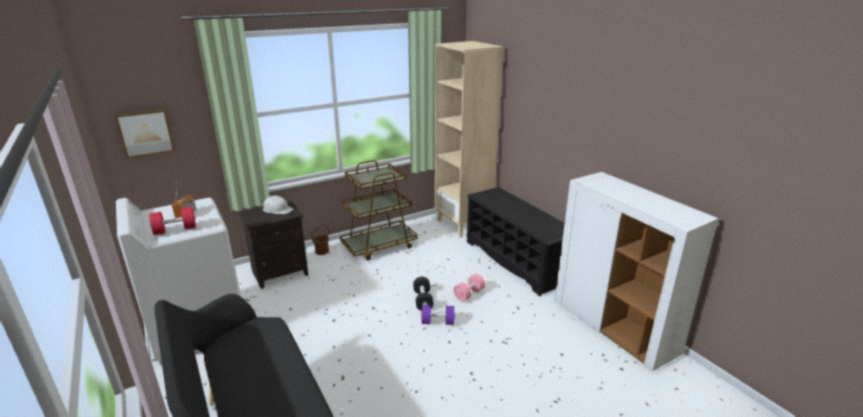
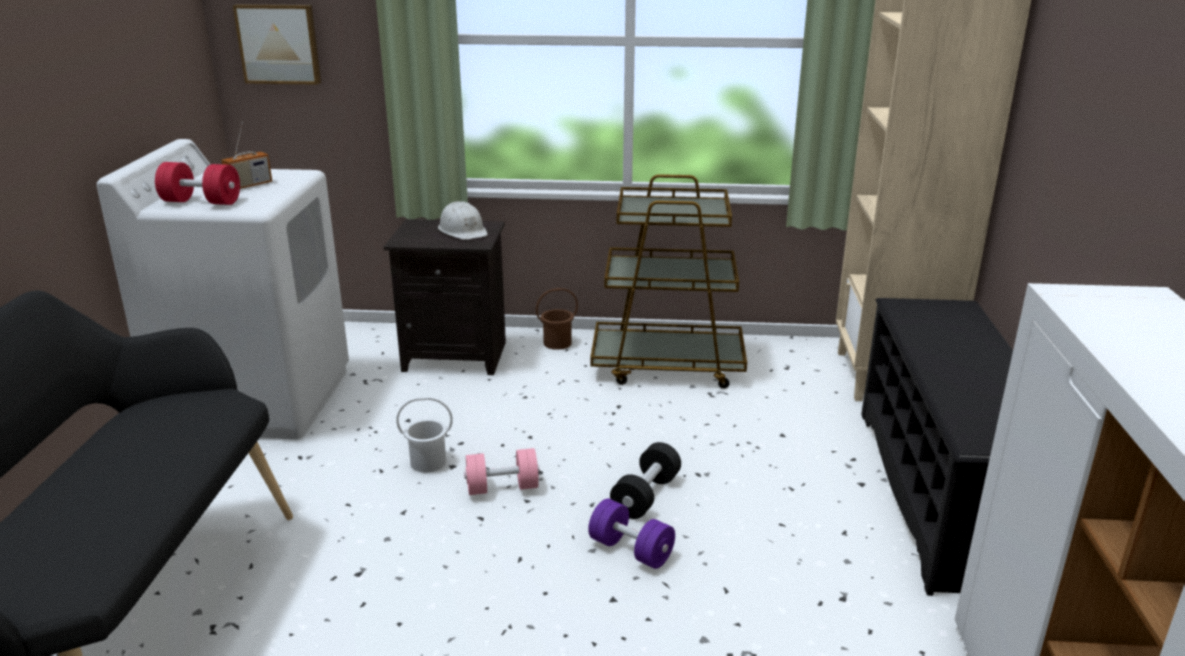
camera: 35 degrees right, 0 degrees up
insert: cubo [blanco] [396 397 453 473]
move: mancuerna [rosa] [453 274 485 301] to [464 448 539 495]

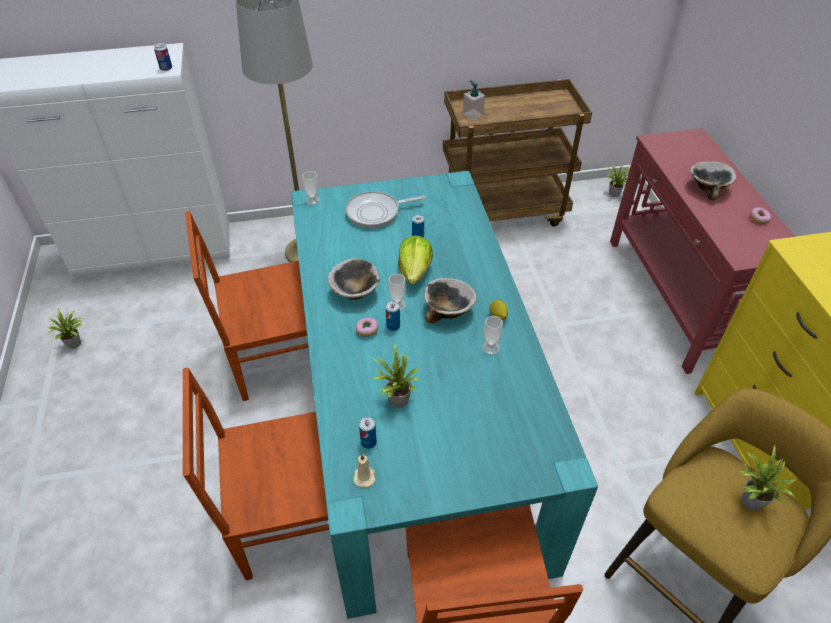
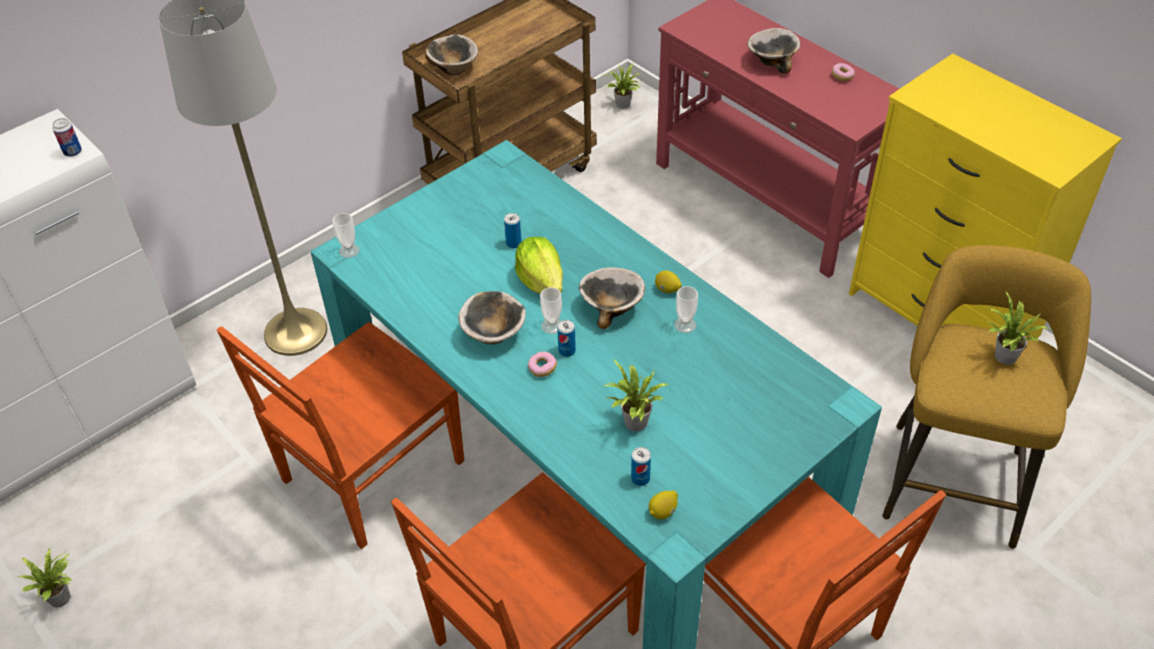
camera: 30 degrees left, 0 degrees up
delete: sartén [345 191 426 228]
replace: vela [beis] [353 454 375 487] to limón [649 491 678 520]; dispensador de jabón [463 80 485 120] to cuenco [425 34 478 75]

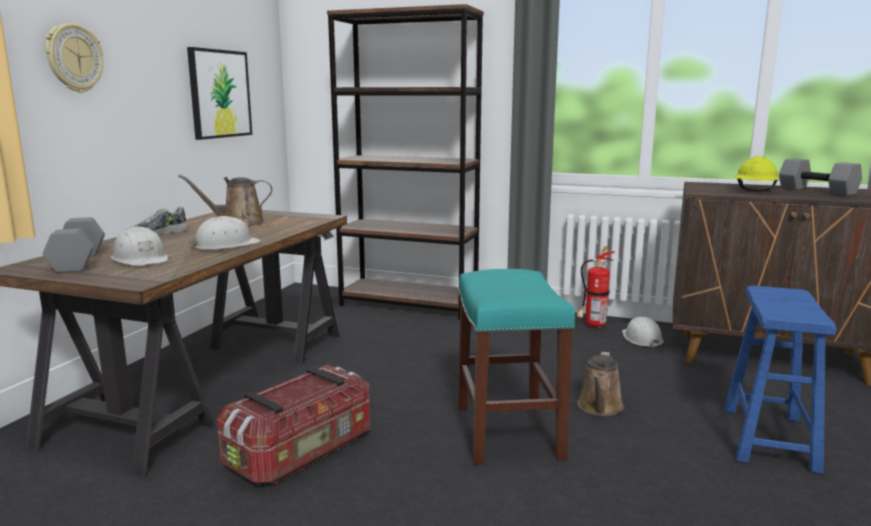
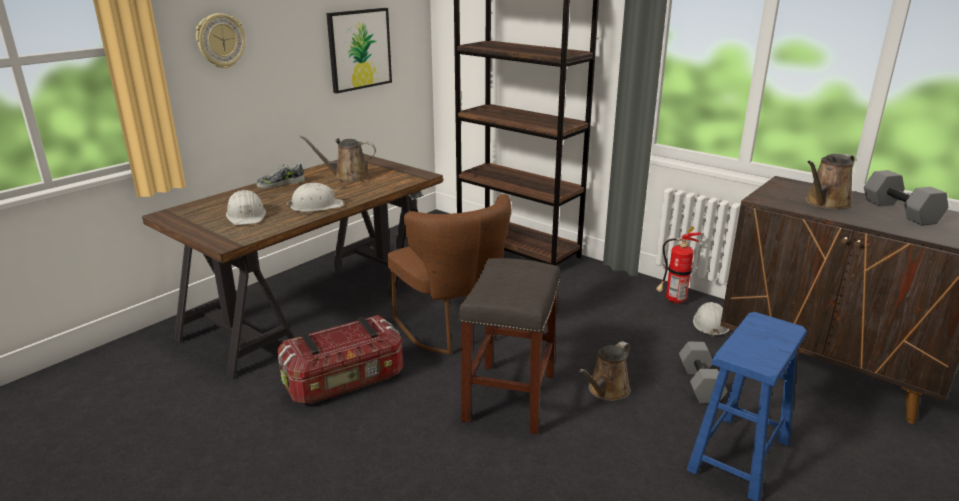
camera: 20 degrees right, 10 degrees up
insert: silla [marrón] [387 194 511 354]
move: mancuerna [gris] [43 217 105 273] to [679 342 728 404]
replace: casco [amarillo] [734 156 780 191] to regadera [marrón] [805 154 854 210]
recolor: taburete [turquesa] [458 269 575 465] to taburete [gris] [459 258 560 434]

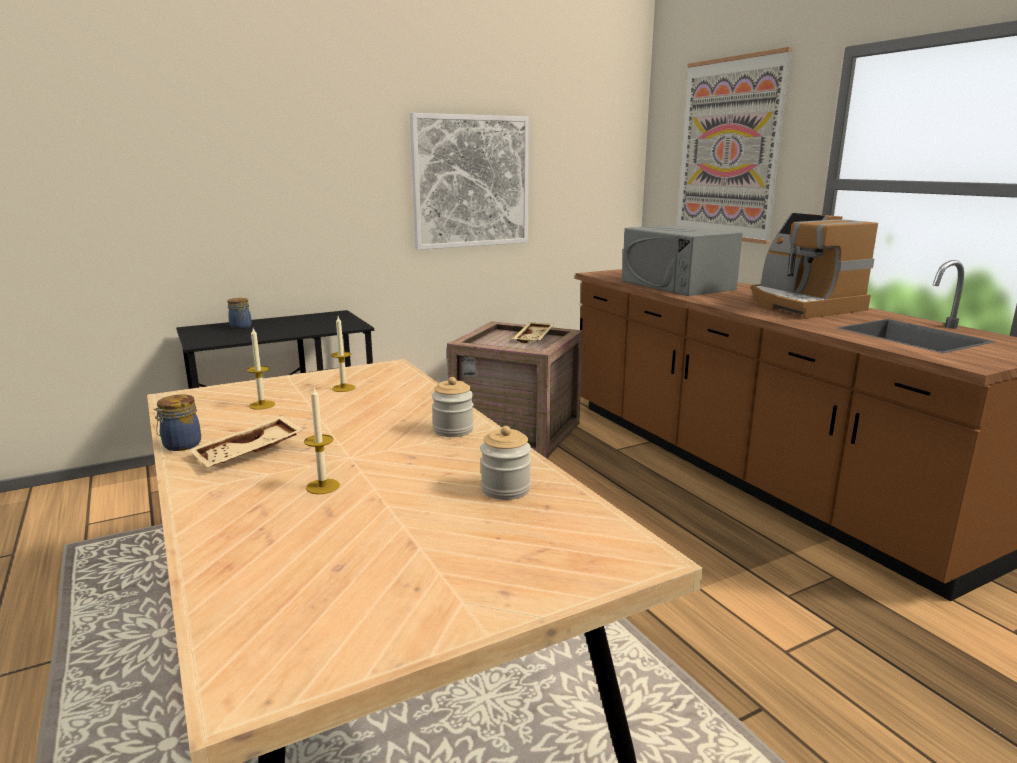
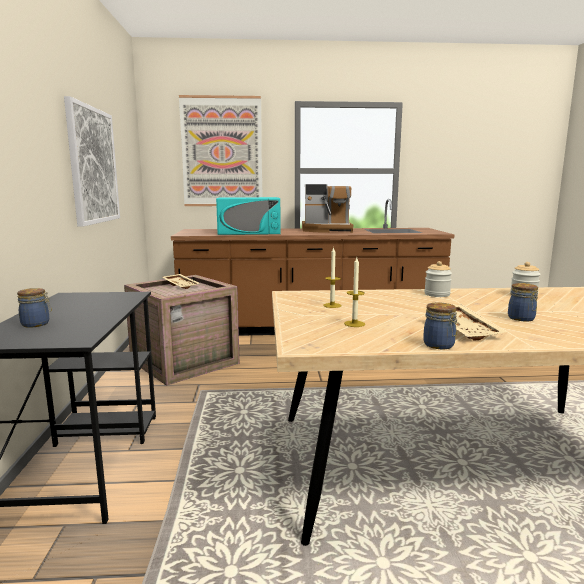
camera: 65 degrees left, 5 degrees down
replace: vela [304 385 340 494] to tarro [508 283 538 321]
recolor: microondas [gris] [622 225 743 296] to microondas [turquesa] [216 197 281 235]

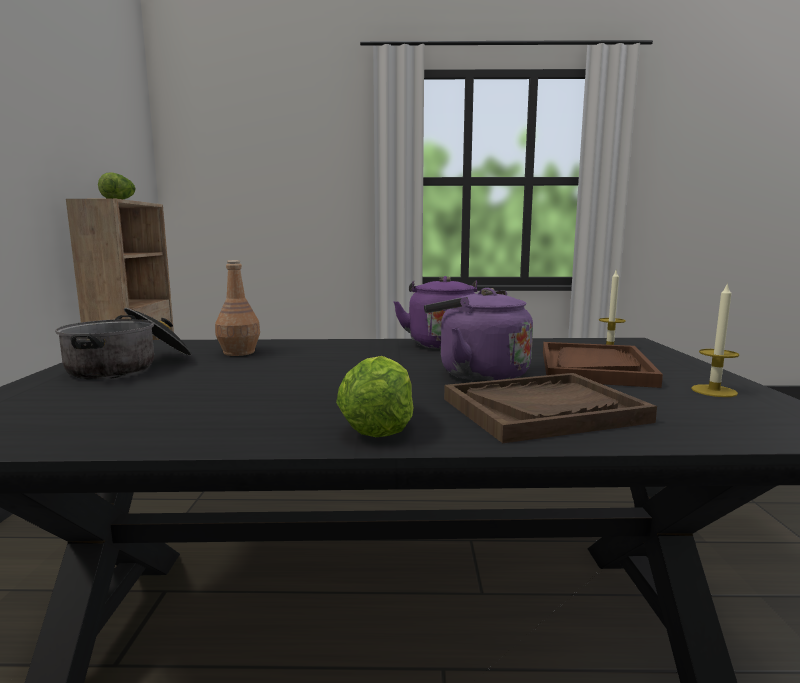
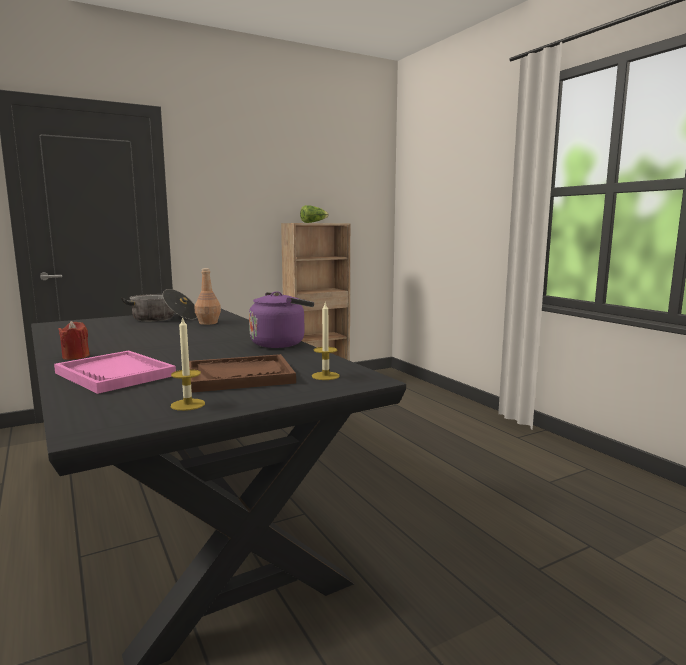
camera: 60 degrees right, 0 degrees up
delete: hervidor [morado] [424 288 533 382]
replace: lechuga [336 356 414 437] to vela [rojo] [58 321 90 360]
recolor: bandeja [marrón] [444 373 657 443] to bandeja [rosa] [54 350 176 394]

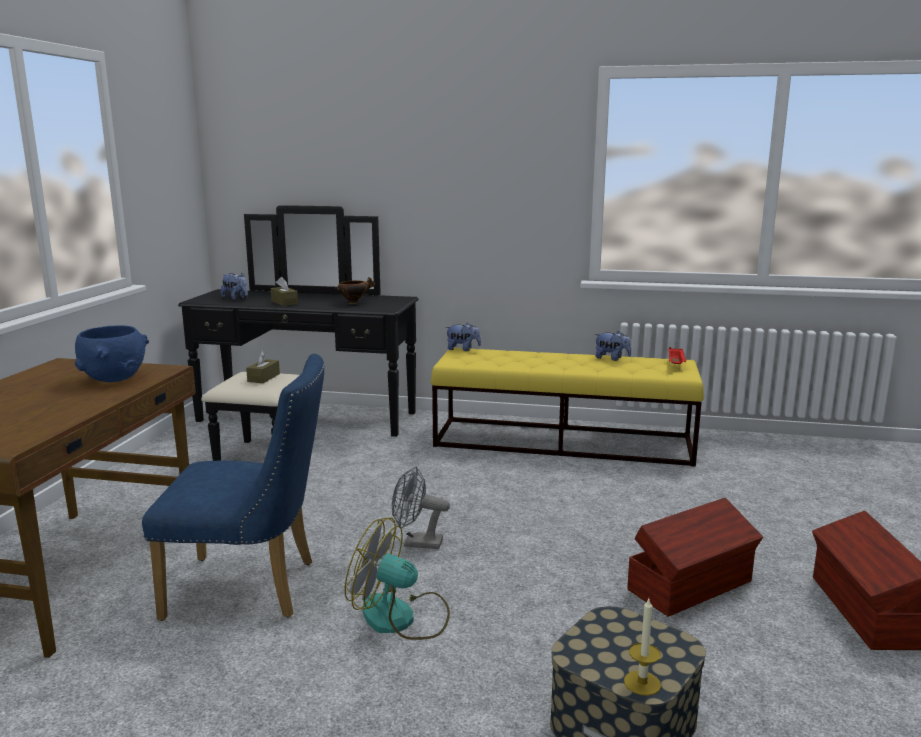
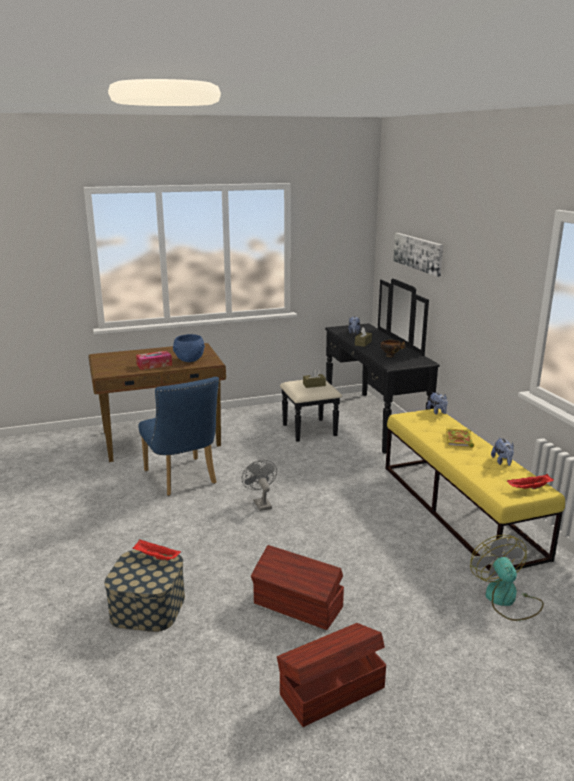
camera: 60 degrees right, 5 degrees up
delete: vela [624 599 661 696]
insert: bandeja [rojo] [132 540 181 561]; caja de pañuelos [136 351 172 370]; cuadro [393 233 443 277]; libro [446 428 474 448]
move: ventilador [345 517 450 640] to [470 535 544 621]

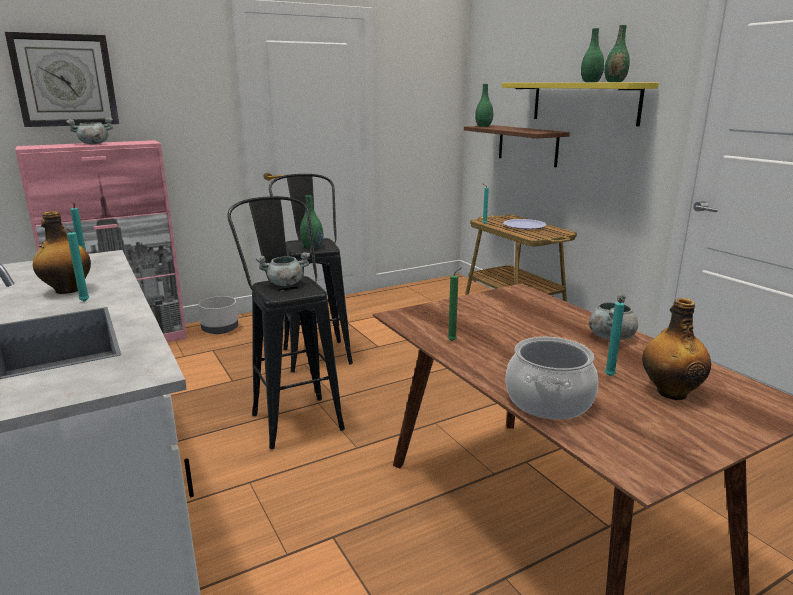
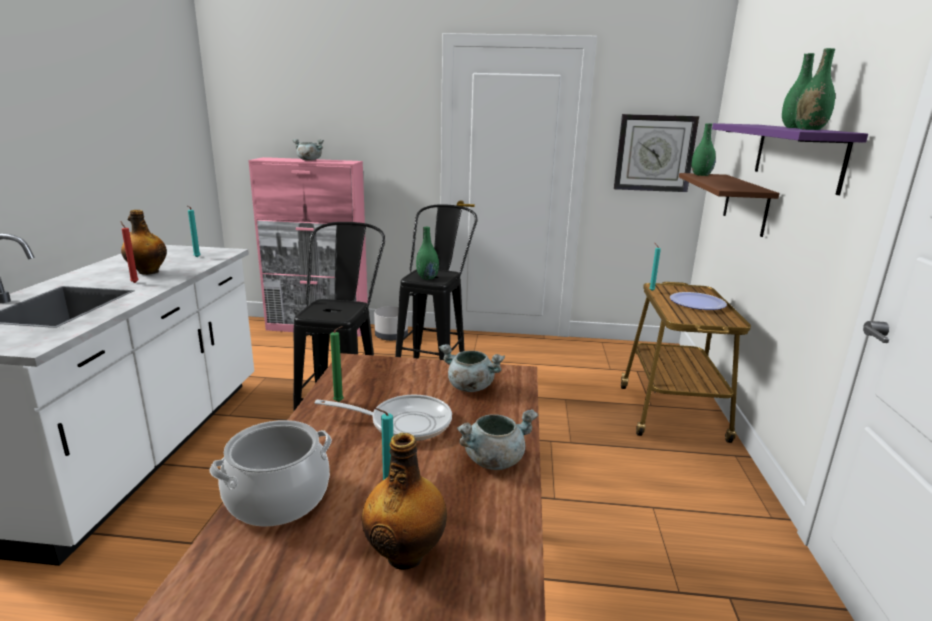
camera: 35 degrees right, 0 degrees up
insert: sartén [315 395 452 441]
move: reloj de pared [5 32 119 127] to [614 114 699 192]; olla [gris] [256 252 310 286] to [439 344 505 392]
recolor: vela [turquesa] [61 225 89 302] to vela [rojo] [120 221 139 283]; estante [amarillo] [502 83 659 126] to estante [morado] [712 123 868 195]

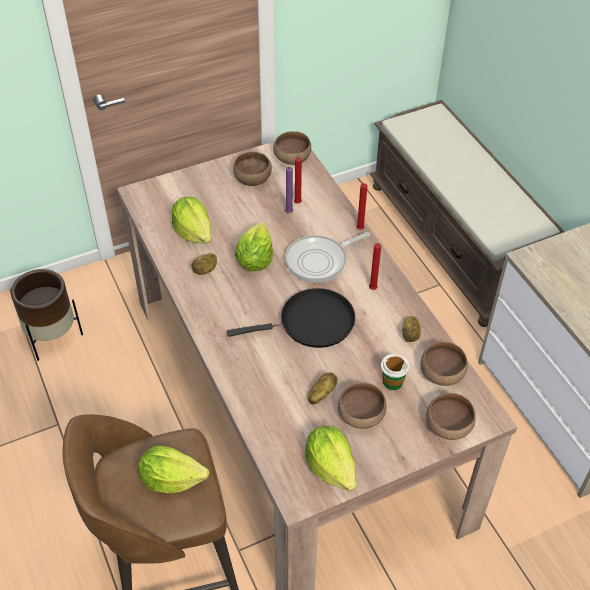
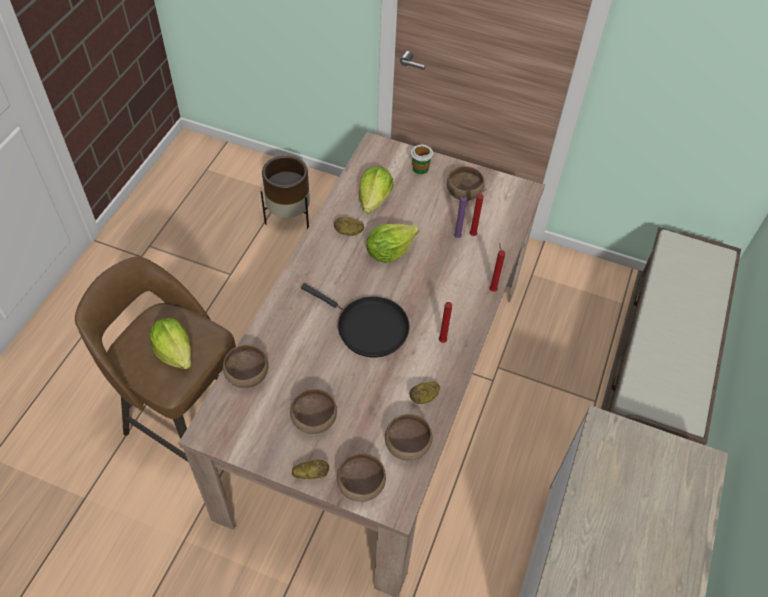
camera: 45 degrees right, 5 degrees up
delete: sartén [285 232 370 283]; lechuga [305 426 356 491]
move: cuenco [marrón] [273 131 311 165] to [223 345 269 388]; patata [308 372 338 404] to [292 460 329 479]; taza [381 354 410 390] to [411 145 433 174]

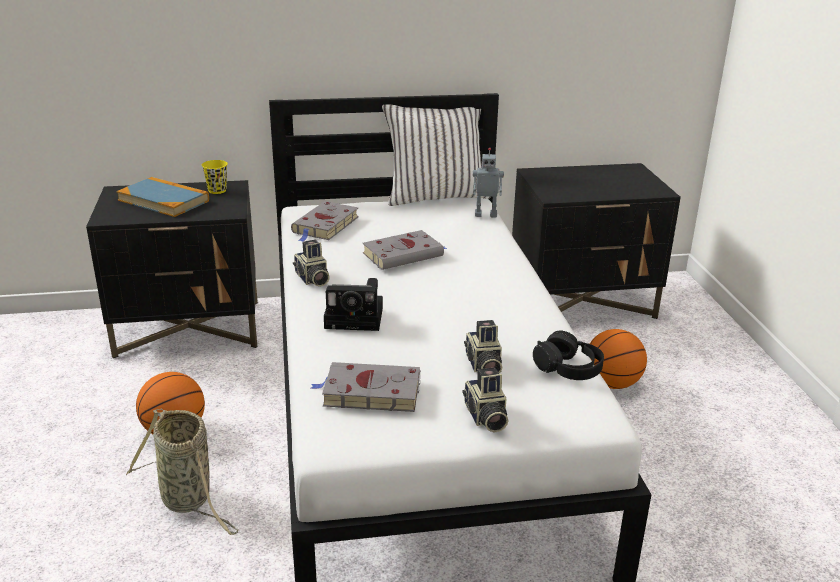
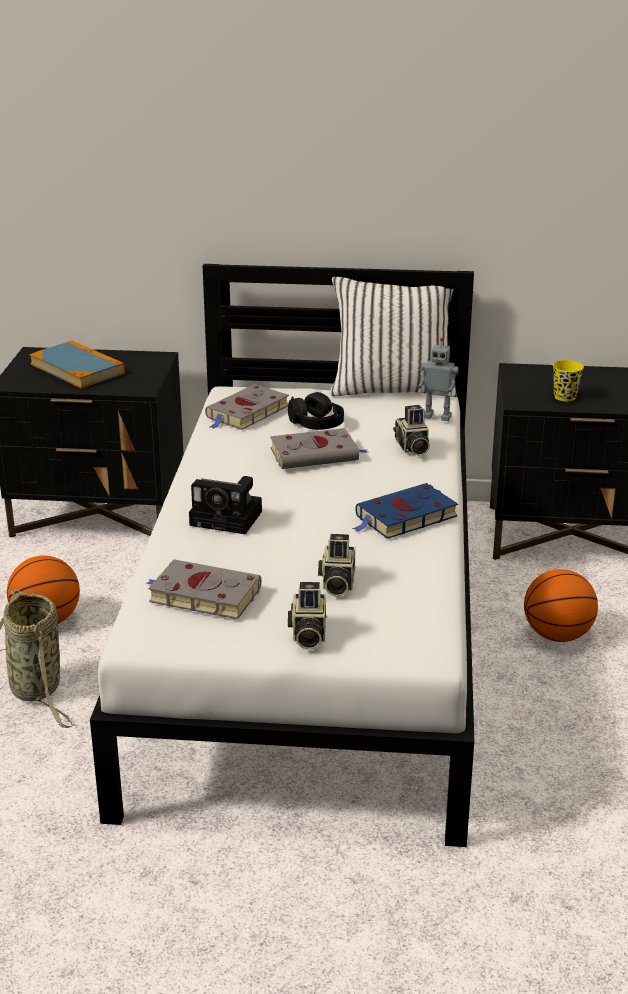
camera: 15 degrees right, 0 degrees up
insert: libro [azul] [352 483 458 539]
move: taza [amarillo] [202 160 228 194] to [553 360 584 402]; cámara [293 240 330 287] to [393 405 430 456]; auriculares [negro] [533 330 604 380] to [288 392 344 430]

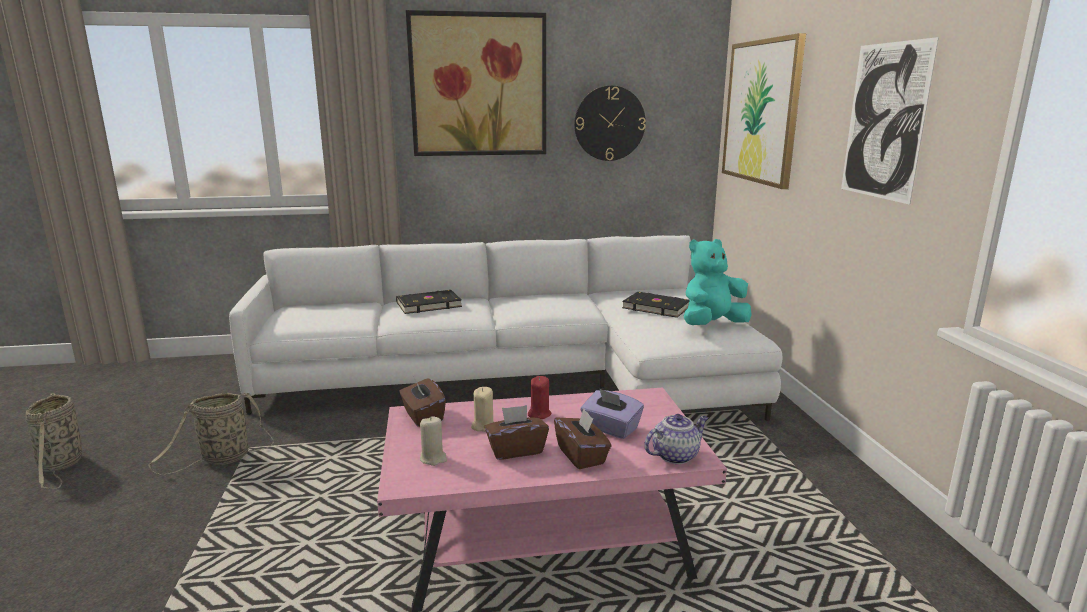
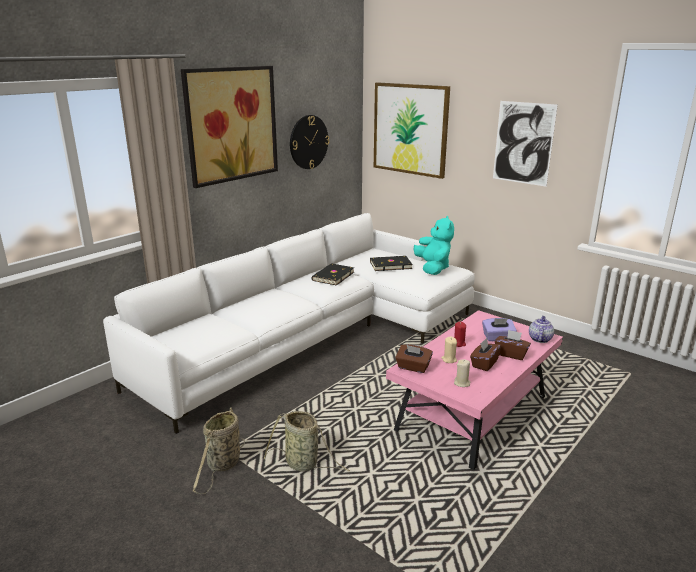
camera: 40 degrees left, 5 degrees up
move: cesta [25 393 82 489] to [264 411 350 471]; libro [negro] [396 290 462 314] to [312 263 354 286]
rotate: peluche [turquesa] [684 239 752 325] = [414 216 454 275] 150 degrees clockwise

